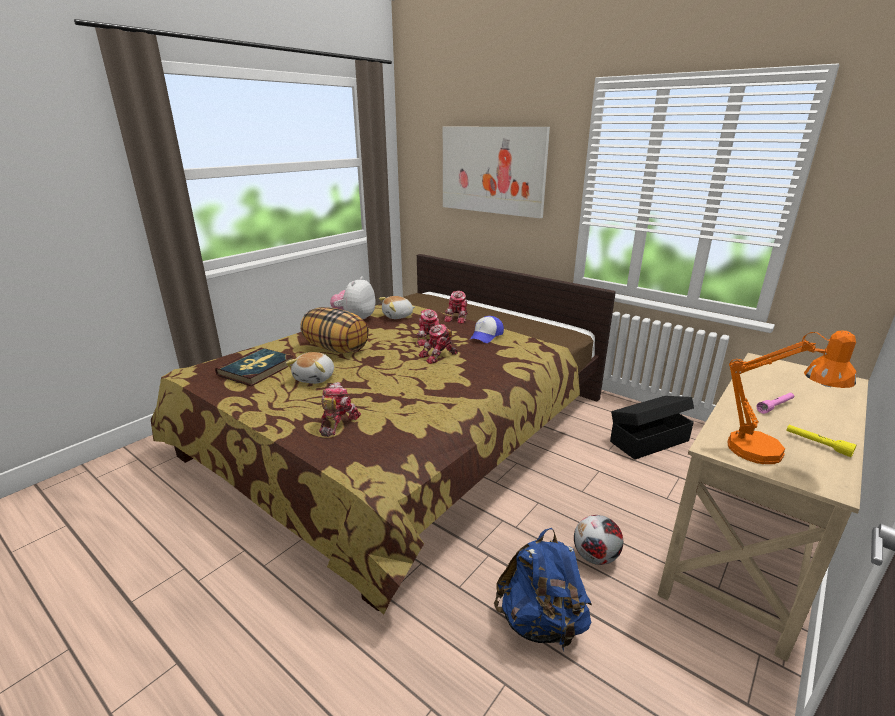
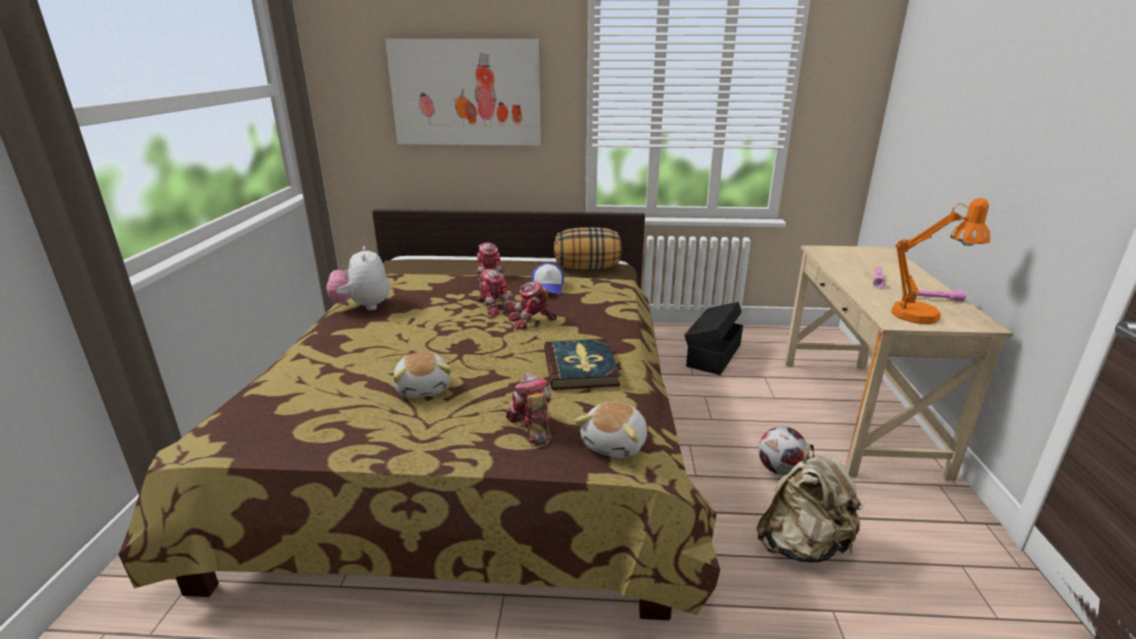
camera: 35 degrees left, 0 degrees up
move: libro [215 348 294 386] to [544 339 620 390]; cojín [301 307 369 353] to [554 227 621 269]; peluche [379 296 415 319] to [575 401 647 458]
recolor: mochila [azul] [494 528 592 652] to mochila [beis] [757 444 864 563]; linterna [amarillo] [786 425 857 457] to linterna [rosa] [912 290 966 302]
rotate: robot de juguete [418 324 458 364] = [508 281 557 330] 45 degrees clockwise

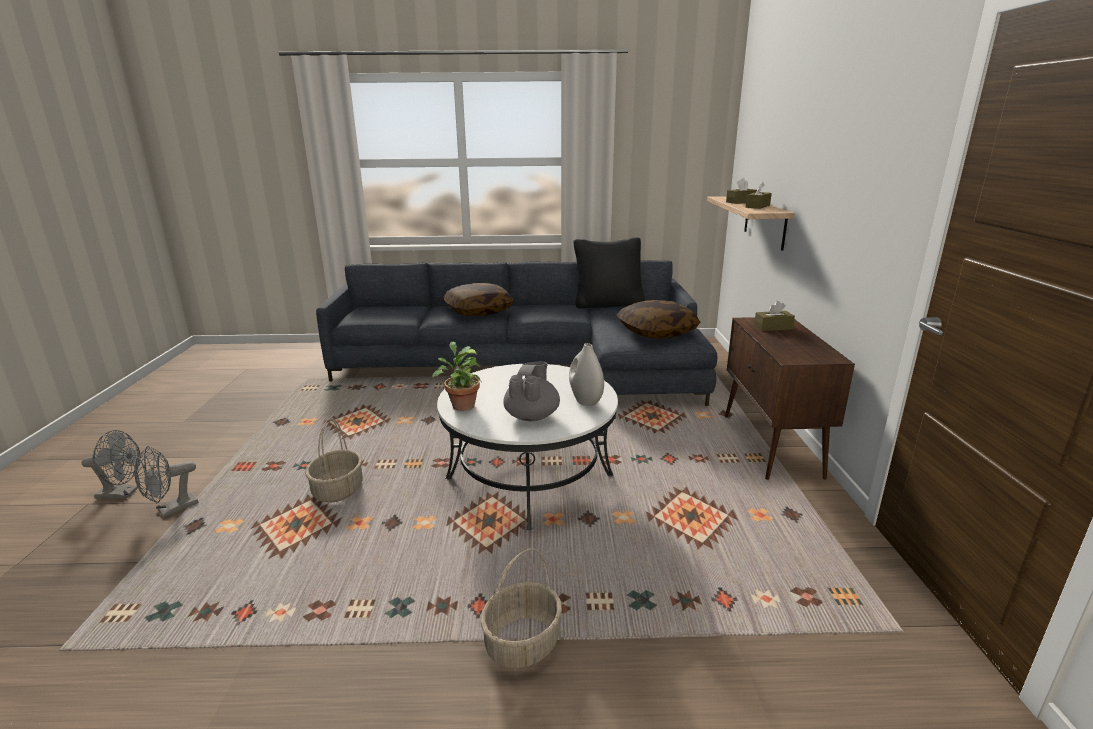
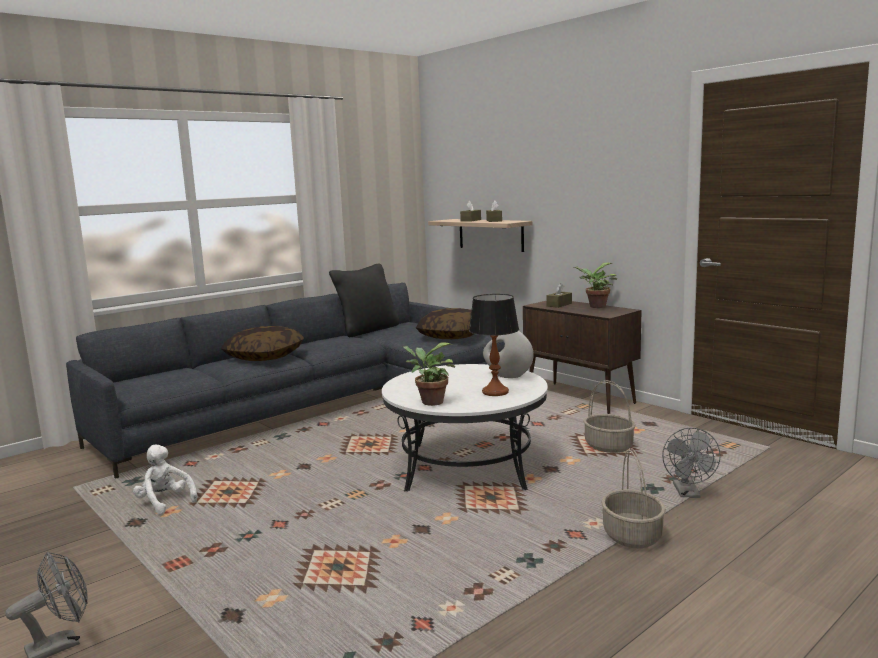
camera: 40 degrees left, 10 degrees down
insert: peluche [blanco] [133 445 197 514]; planta en maceta [574 263 618 308]
move: ventilador [gris] [134 446 198 517] to [662 427 721 498]; cesta [305 418 363 503] to [583 380 635 453]
replace: tetera [gris] [503 362 560 421] to lámpara de mesa [469 294 519 396]

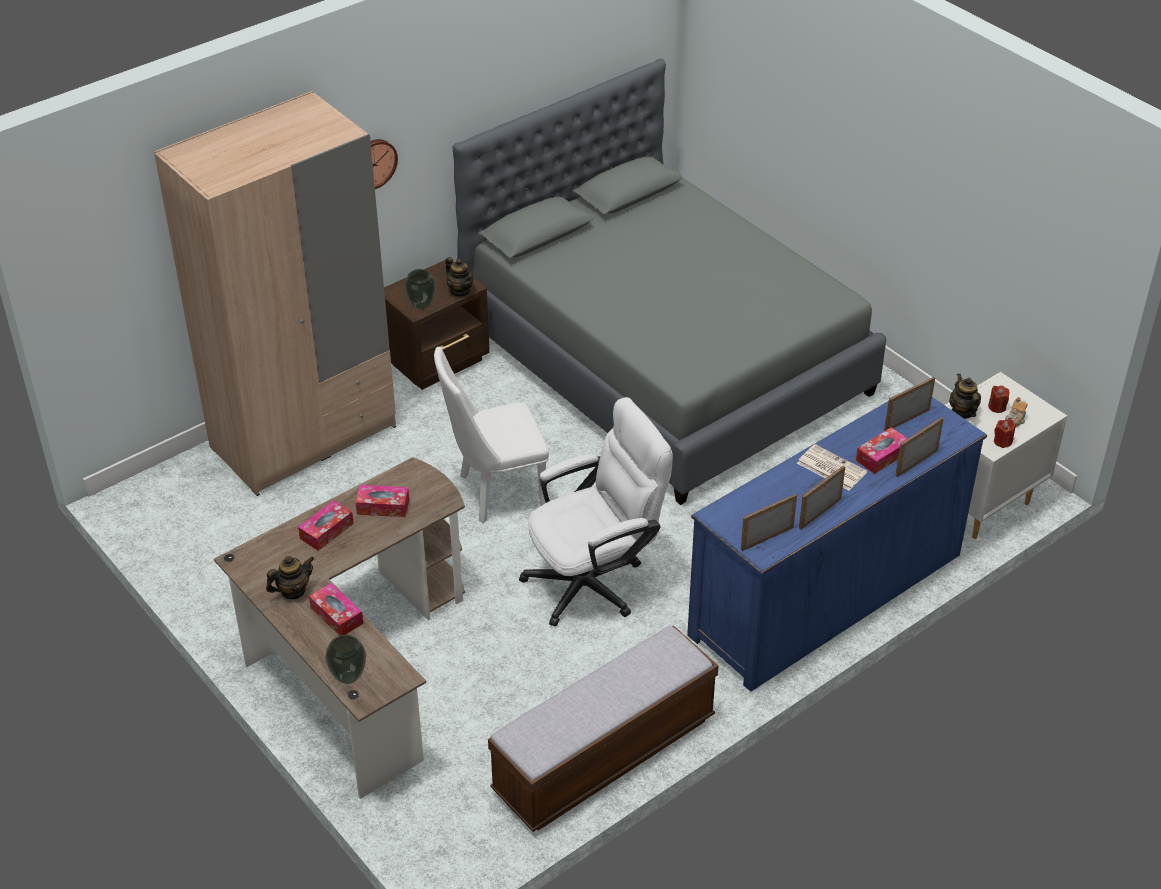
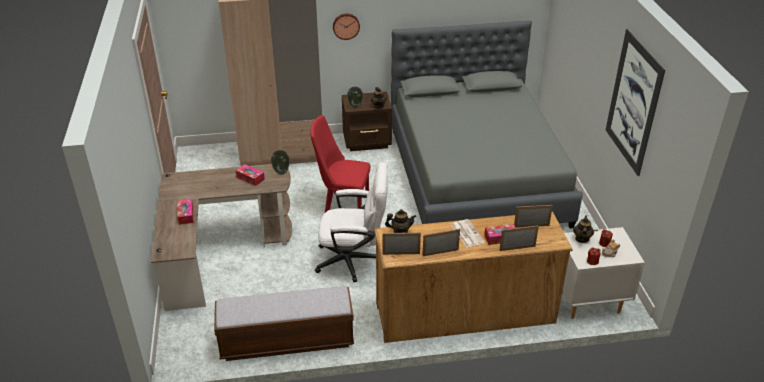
camera: 30 degrees right, 5 degrees down
delete: caja de pañuelos [298 500 354 551]
insert: cuadro [606 29 665 176]
move: tetera [266 556 314 599] to [385 209 416 233]; florero [325 635 366 684] to [271 150 290 175]
recolor: silla [blanco] [434 347 549 523] to silla [rojo] [310 115 371 212]; cómoda [azul] [687 385 987 692] to cómoda [marrón] [374 211 573 343]

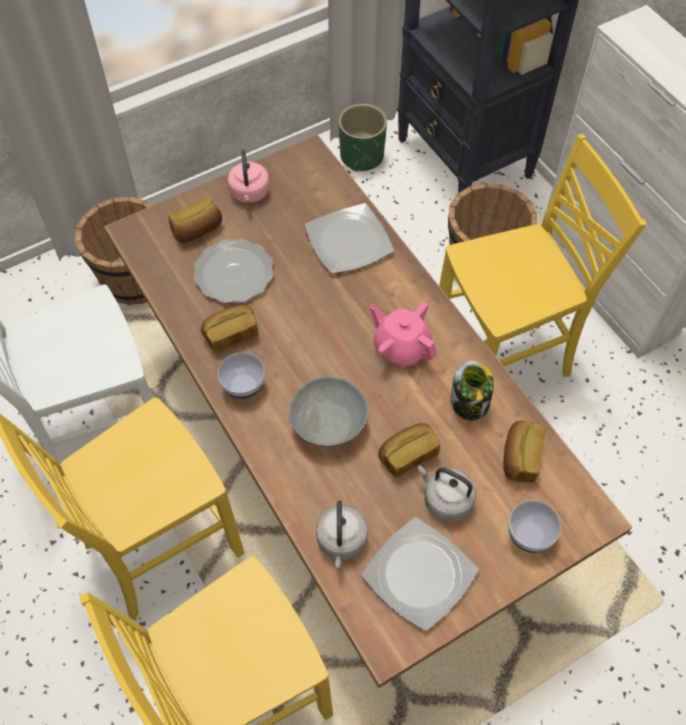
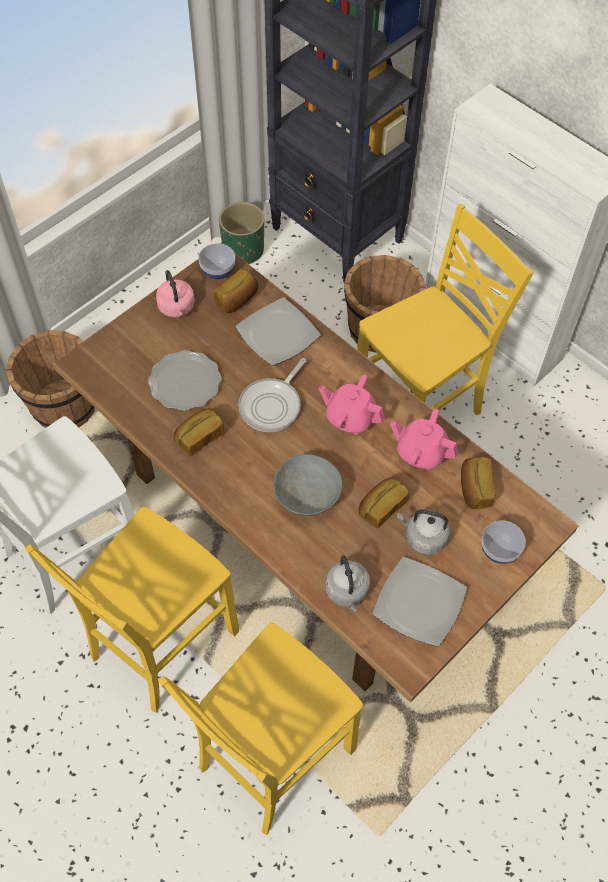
camera: 15 degrees left, 0 degrees up
insert: sartén [238 358 307 432]
move: pan [168 197 222 243] to [214 269 258 313]; cuenco [218 353 265 399] to [198 243 235 280]
replace: tarro [451 361 494 421] to tetera [rosa] [390 409 458 470]

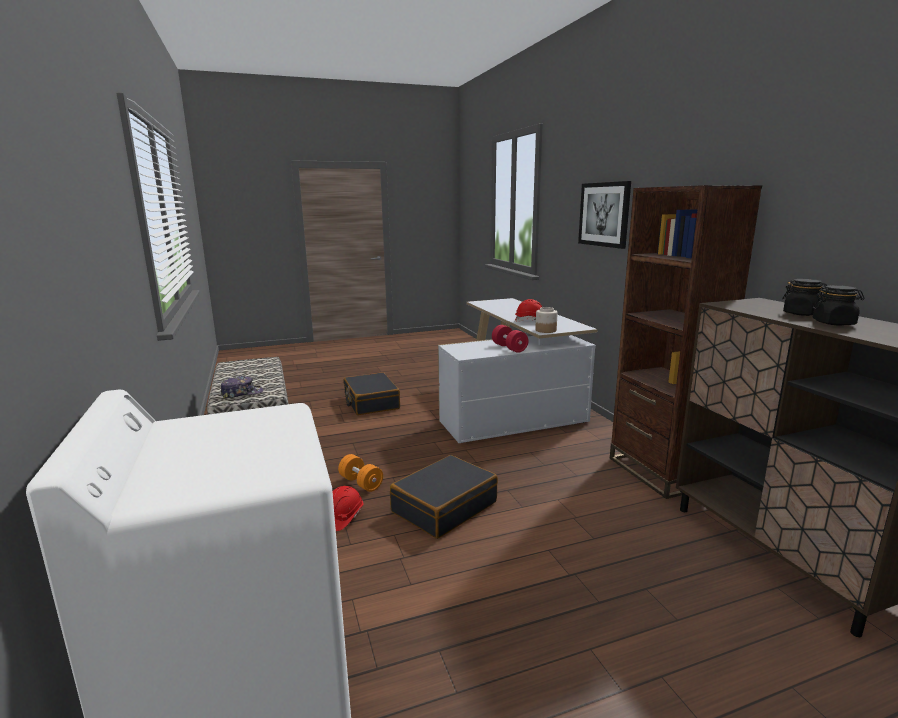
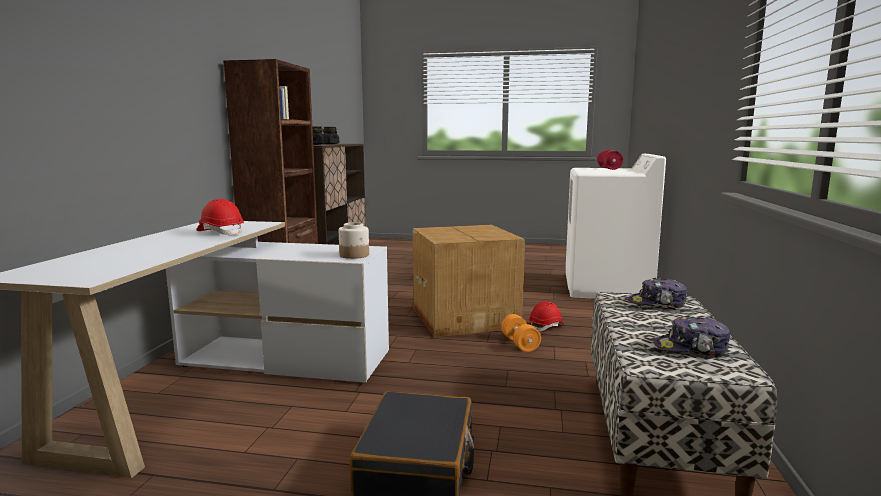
camera: 150 degrees left, 5 degrees down
delete: cuadro [578 181 631 249]
insert: gorra [653 315 730 354]
move: mancuerna [rojo] [492 325 529 353] to [597 150 623 170]; tarro [535 307 558 333] to [339 222 369 259]
replace: maleta [negro] [390 455 498 539] to caja de cartón [413 225 525 337]

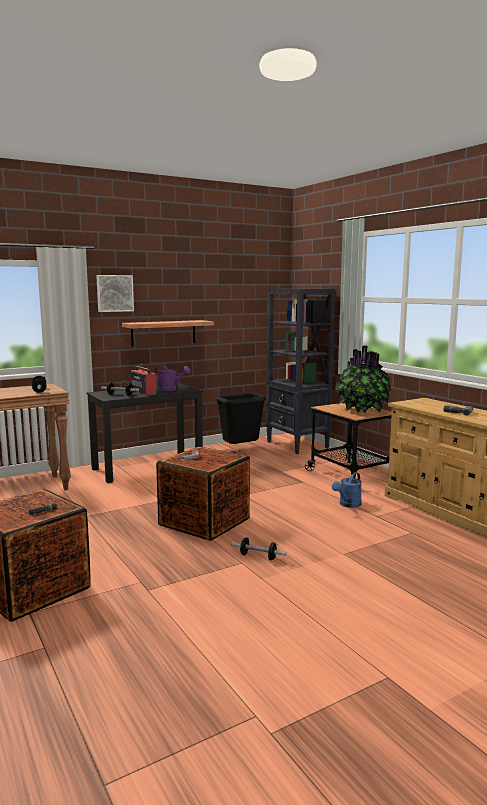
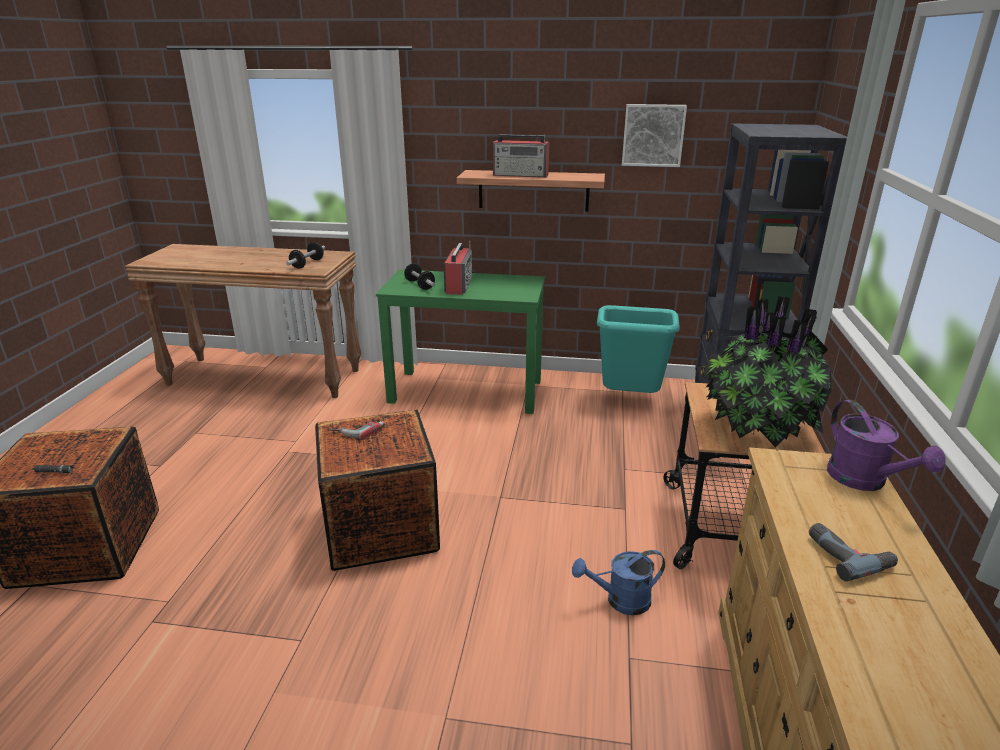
camera: 40 degrees right, 15 degrees up
delete: mancuerna [231 538 287 561]
insert: radio [493 134 549 178]
move: cuadro [96 275 134 312] to [622 104 687 167]; regadera [morado] [155 364 191 391] to [827 400 946 491]
recolor: escritorio [negro] [86 384 203 483] to escritorio [verde] [376 269 545 414]; papelera [negro] [215 392 266 444] to papelera [turquesa] [597 305 680 393]

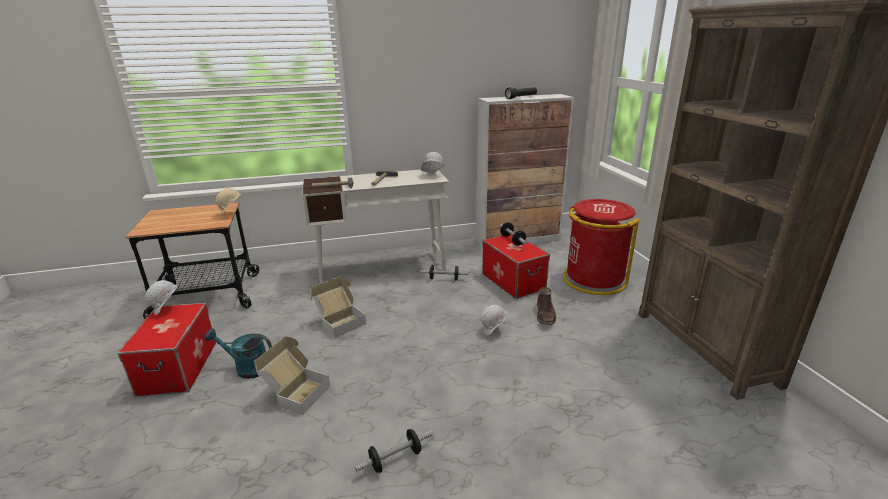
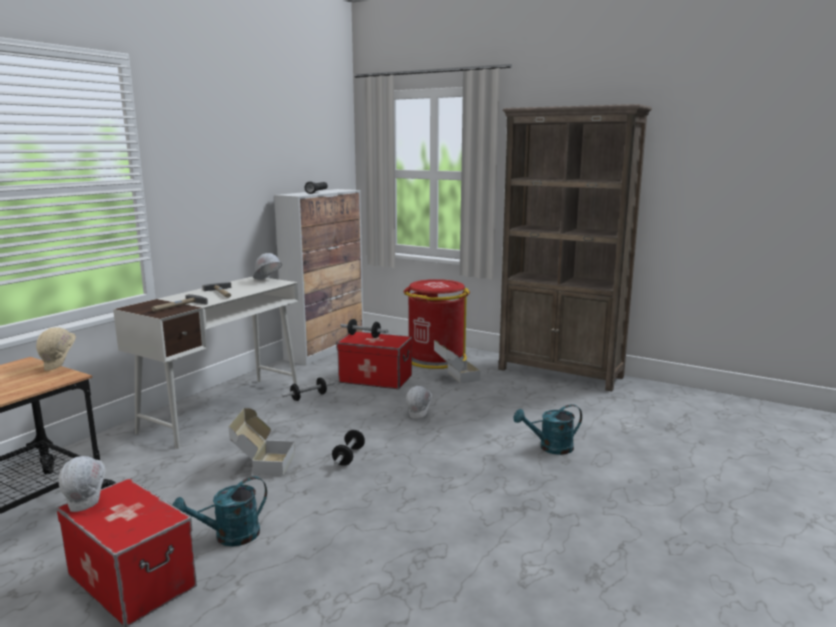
camera: 45 degrees left, 10 degrees down
delete: bota [marrón] [537 287 556 325]
insert: regadera [turquesa] [513 404 582 455]
move: caja de cartón [254 337 330 415] to [434 340 481 383]; mancuerna [355 429 432 473] to [332 430 365 466]

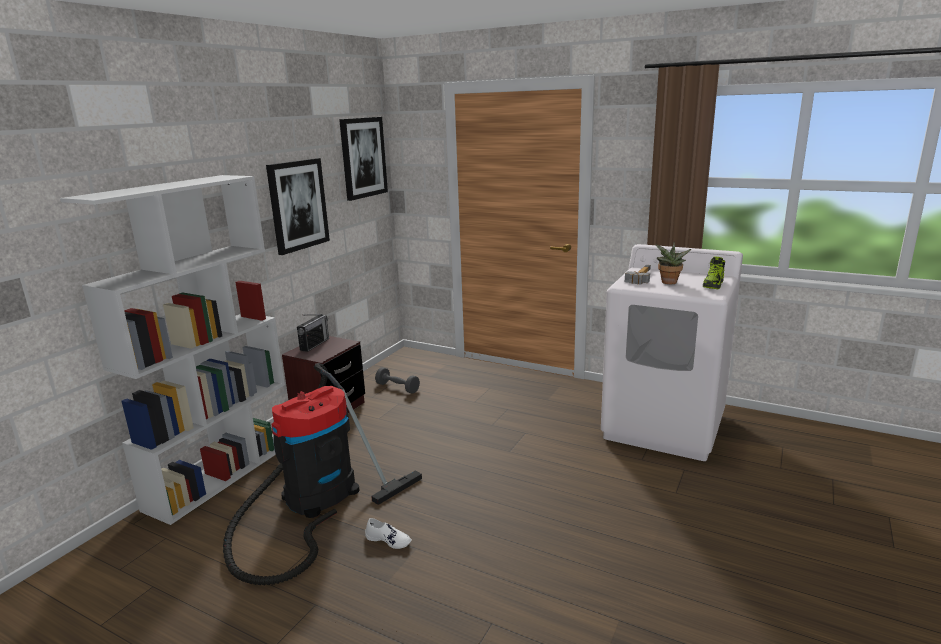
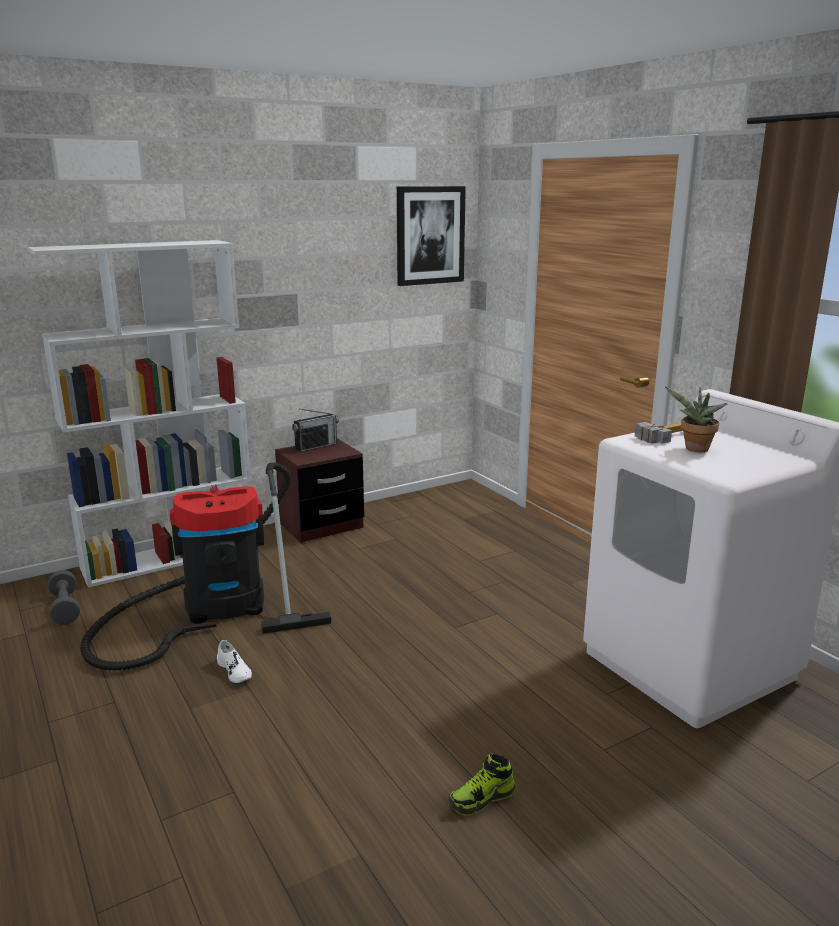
camera: 30 degrees right, 0 degrees up
delete: cuadro [266 158 330 255]
move: mancuerna [gris] [375 367 420 394] to [48 570 80 625]; zapato [703 257 725 289] to [448 754 515 815]

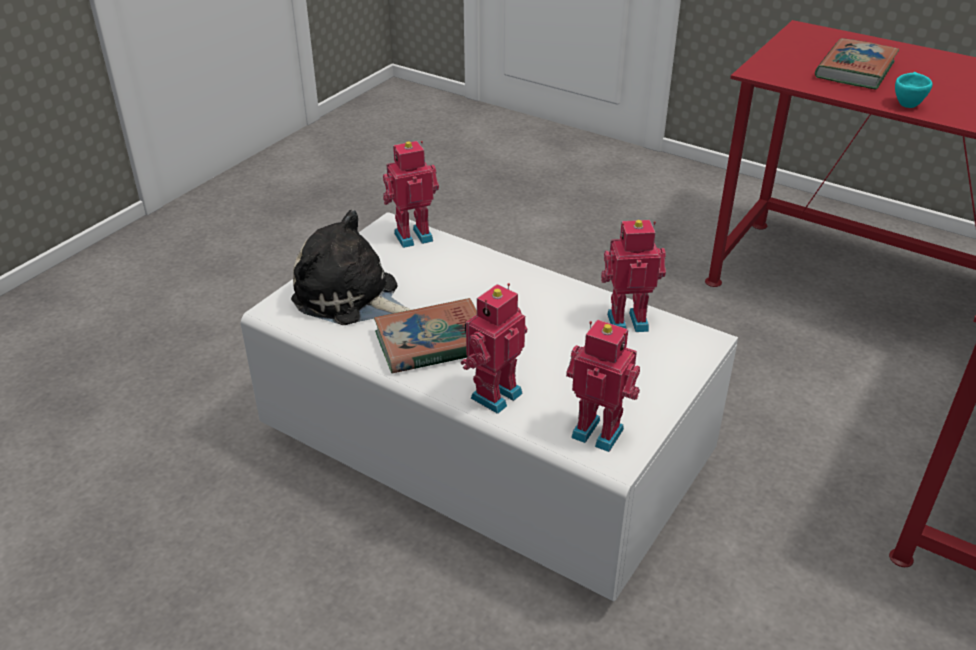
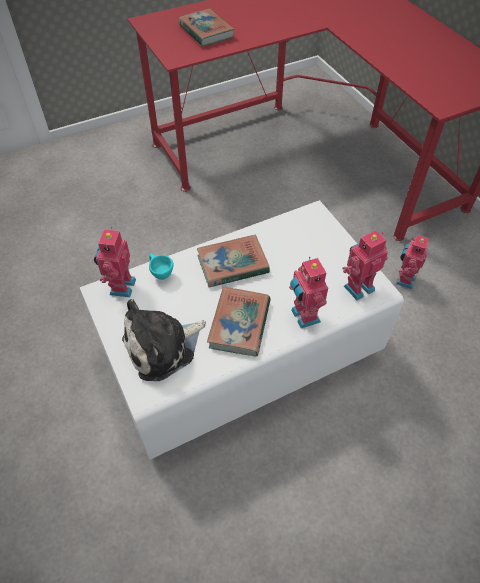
camera: 60 degrees left, 15 degrees up
insert: libro [197 235 270 287]
move: robot de juguete [601 220 666 332] to [396 234 429 289]; taza [turquesa] [895 72 932 108] to [149 254 174 280]

